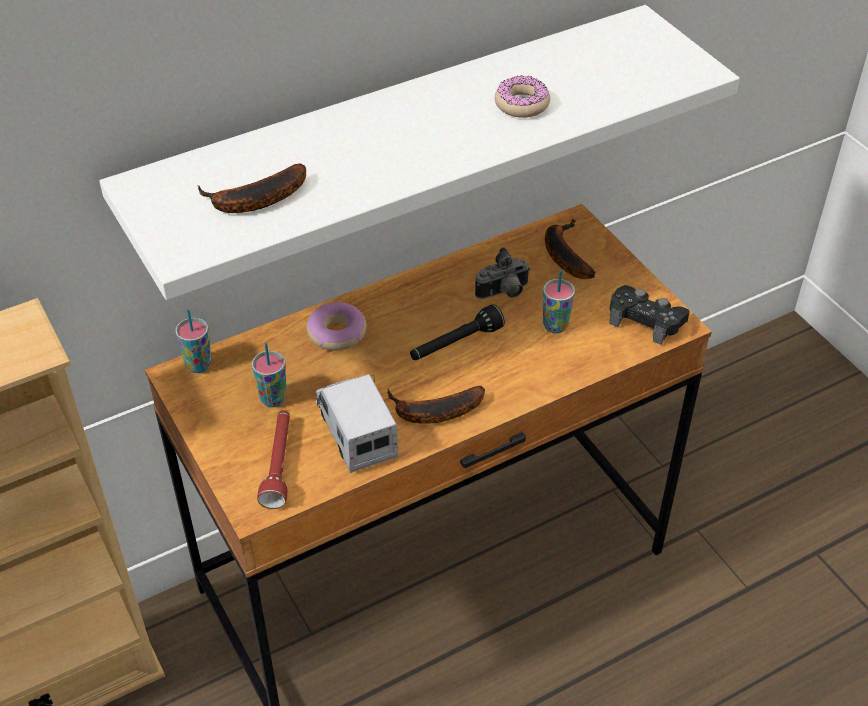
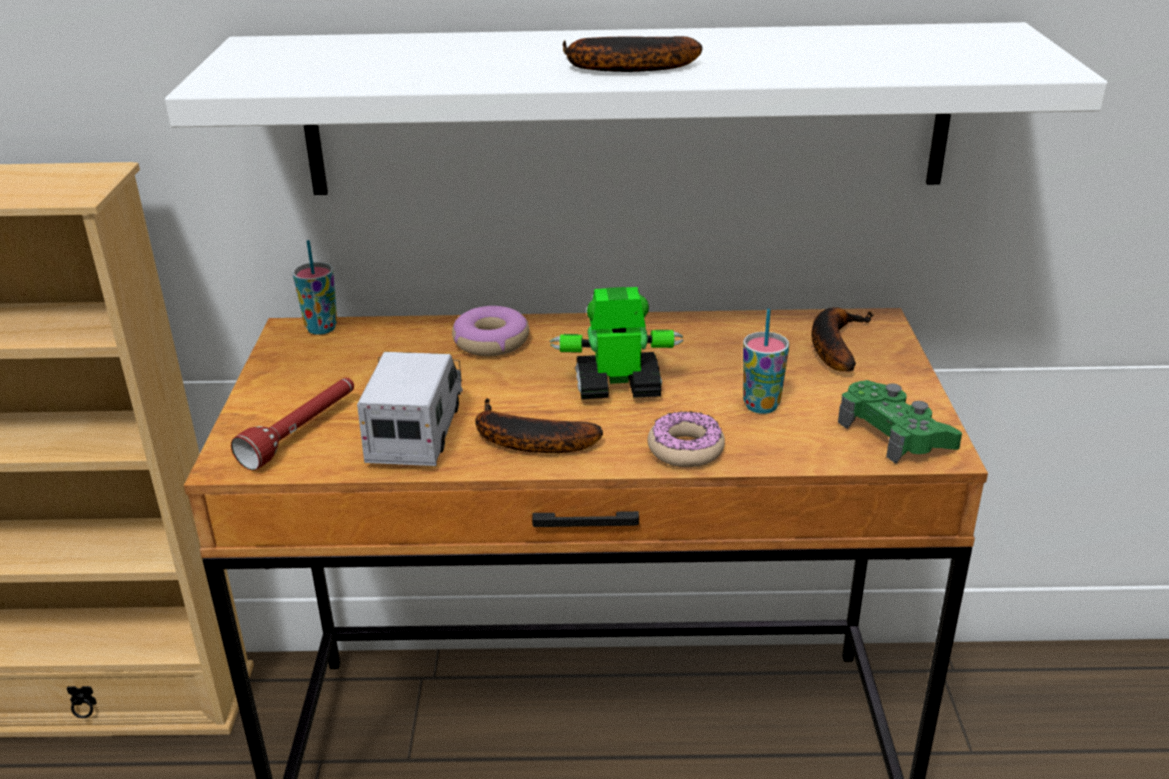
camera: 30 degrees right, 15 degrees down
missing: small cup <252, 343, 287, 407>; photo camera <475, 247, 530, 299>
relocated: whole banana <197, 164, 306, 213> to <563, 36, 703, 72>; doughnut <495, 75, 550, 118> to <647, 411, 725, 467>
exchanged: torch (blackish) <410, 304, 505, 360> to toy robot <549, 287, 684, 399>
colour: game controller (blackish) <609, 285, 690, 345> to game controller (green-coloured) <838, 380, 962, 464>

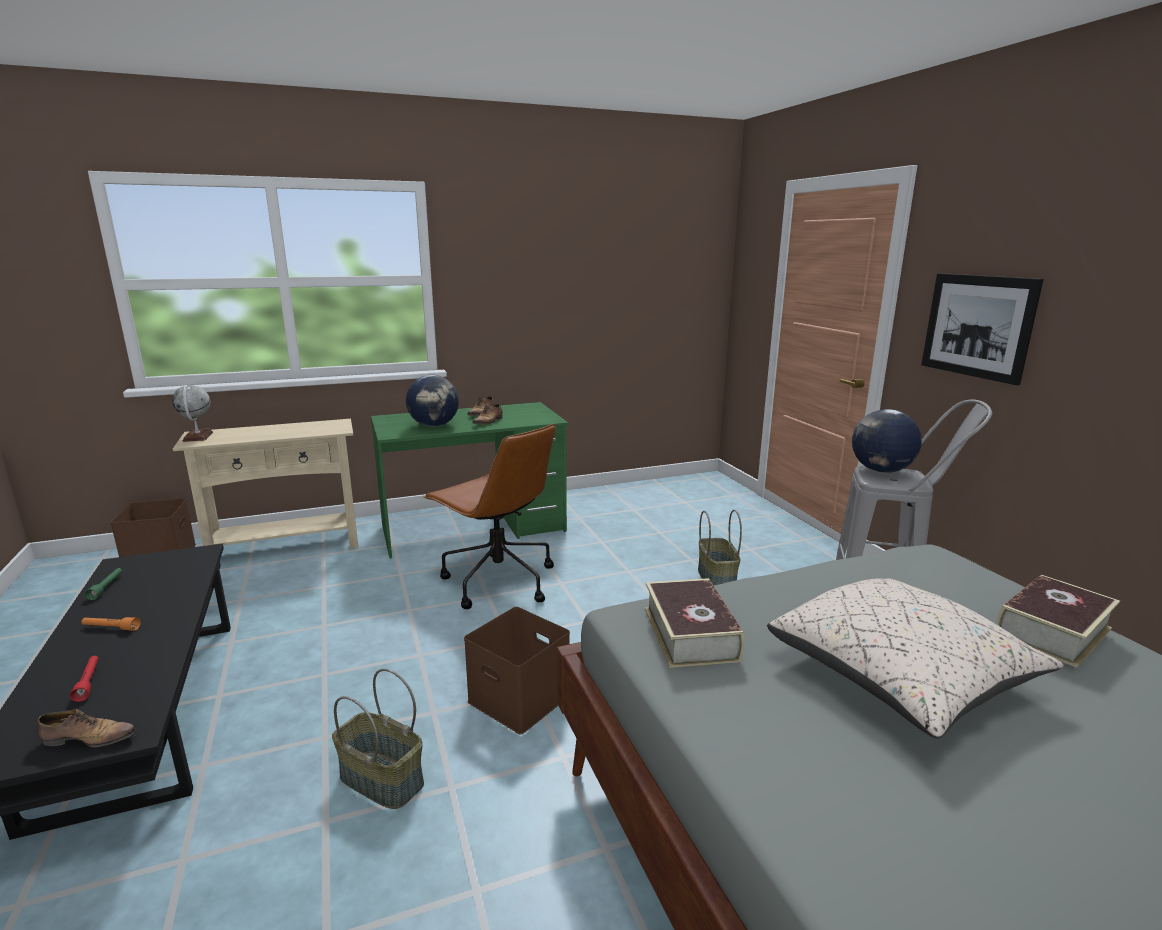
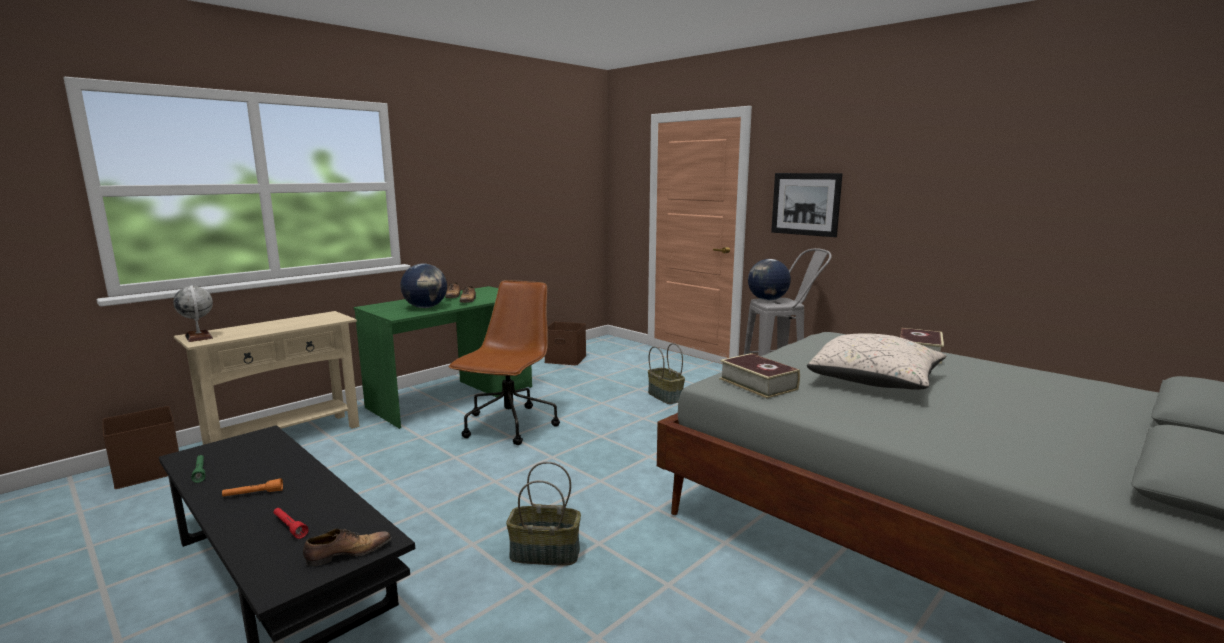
camera: 25 degrees left, 5 degrees down
relocated: storage box (brownish) <464, 607, 570, 734> to <544, 322, 586, 365>
spun: office chair (brownish) <424, 424, 556, 609> = <449, 280, 560, 445> 90 degrees counterclockwise

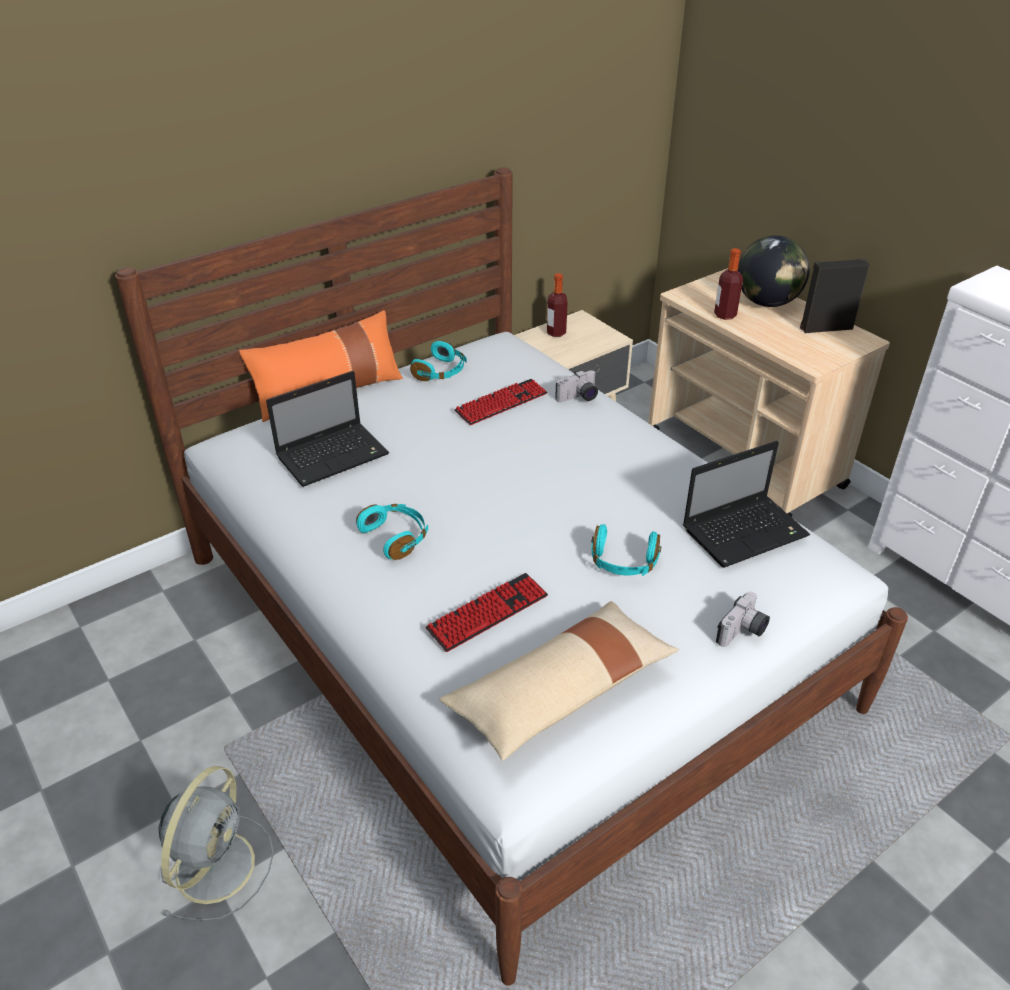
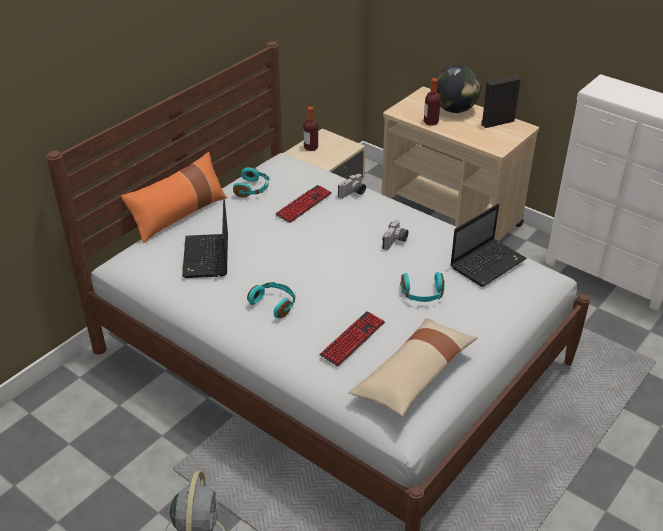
camera: 15 degrees left, 0 degrees up
relocated: photo camera <716, 592, 770, 647> to <382, 219, 408, 250>
spun: notebook computer <266, 371, 389, 487> = <182, 199, 228, 278> 135 degrees clockwise

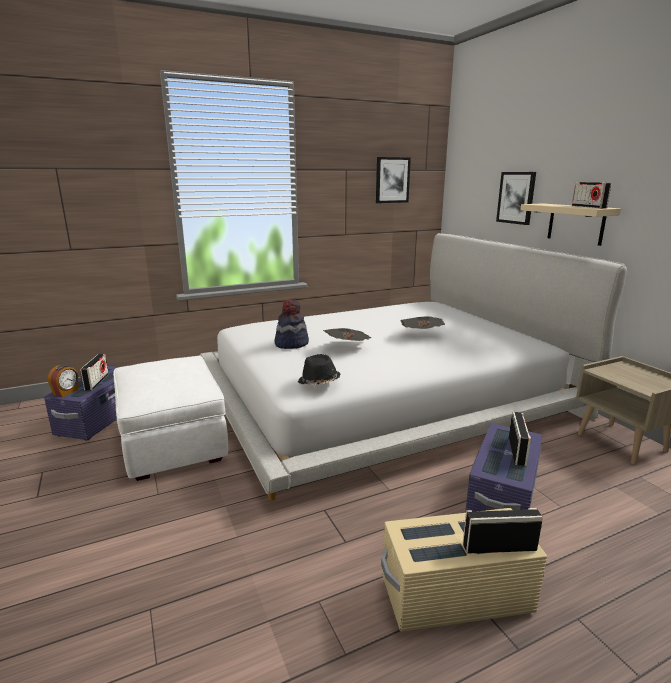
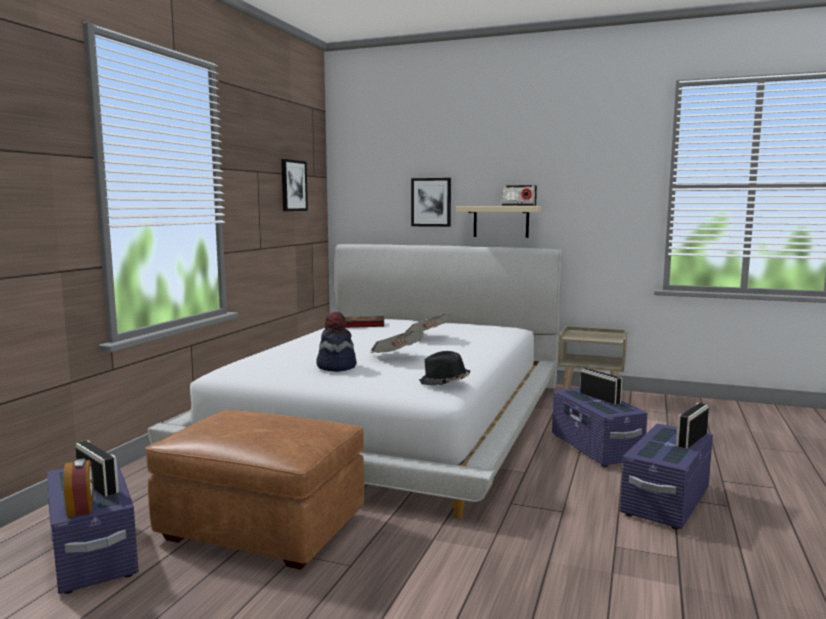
camera: 45 degrees left, 10 degrees down
appeared: book <345, 316, 384, 328>
colour: pouffe (whitish) <113, 356, 228, 481> to pouffe (brownish) <145, 409, 364, 570>; storage box (beige) <381, 508, 547, 632> to storage box (purplish) <620, 424, 713, 529>

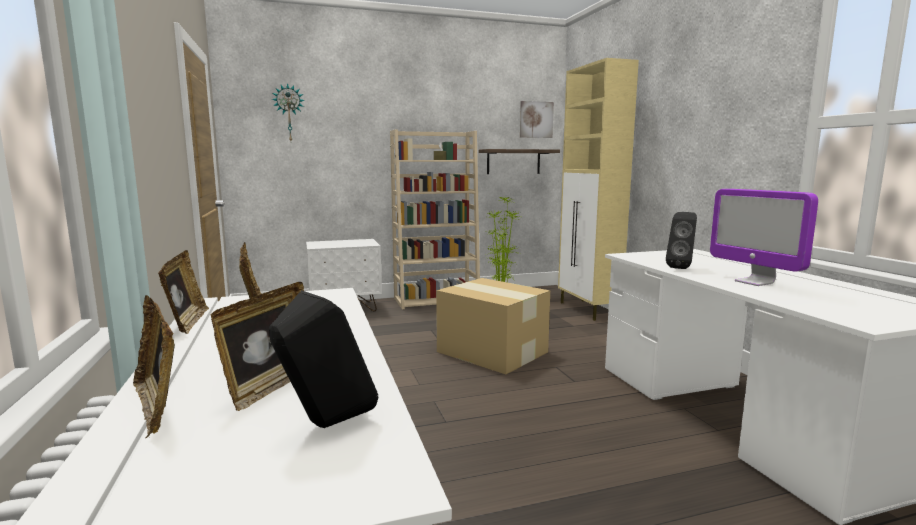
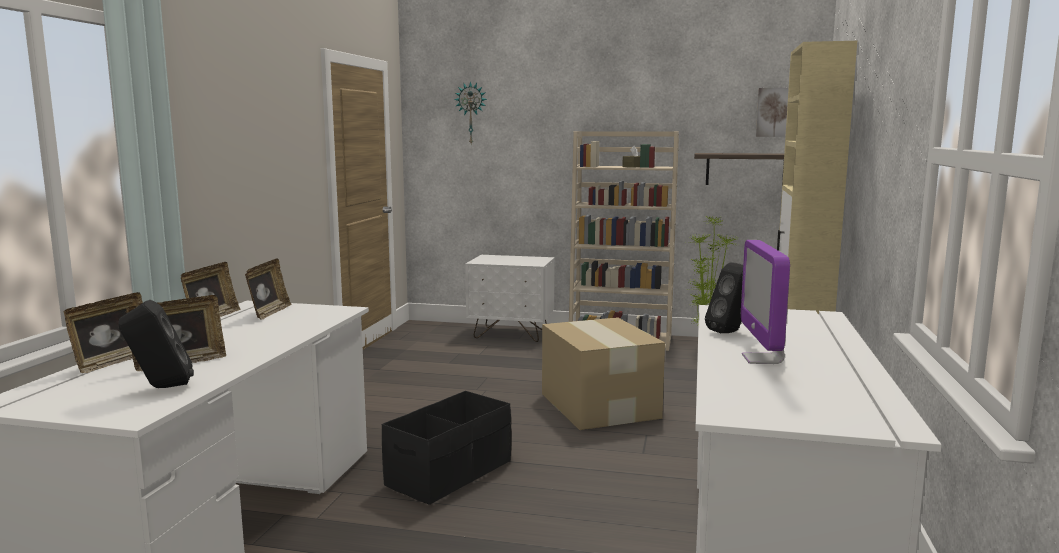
camera: 30 degrees right, 0 degrees up
appeared: storage box (blackish) <382, 391, 511, 505>
spun: standing frame <133, 295, 175, 439> = <63, 292, 143, 373> 150 degrees counterclockwise

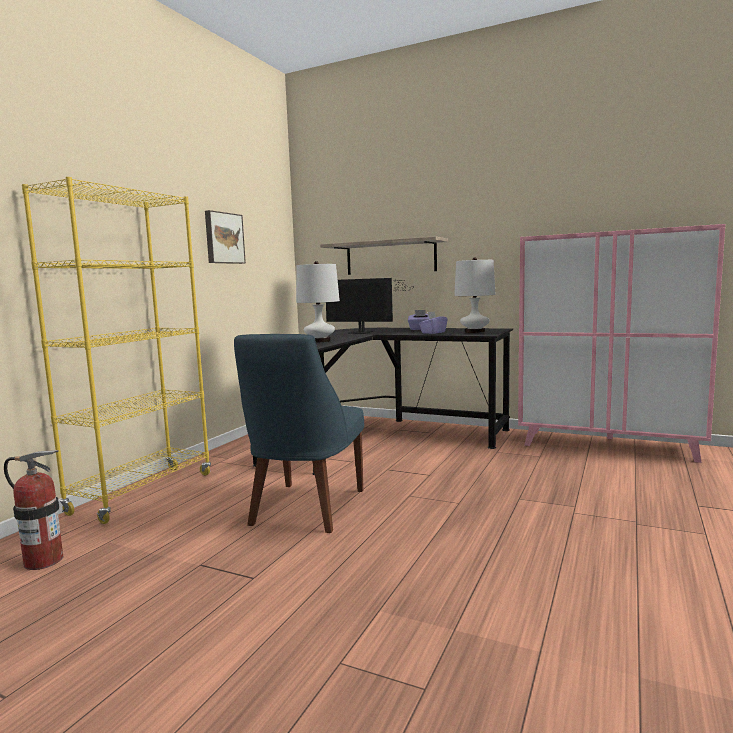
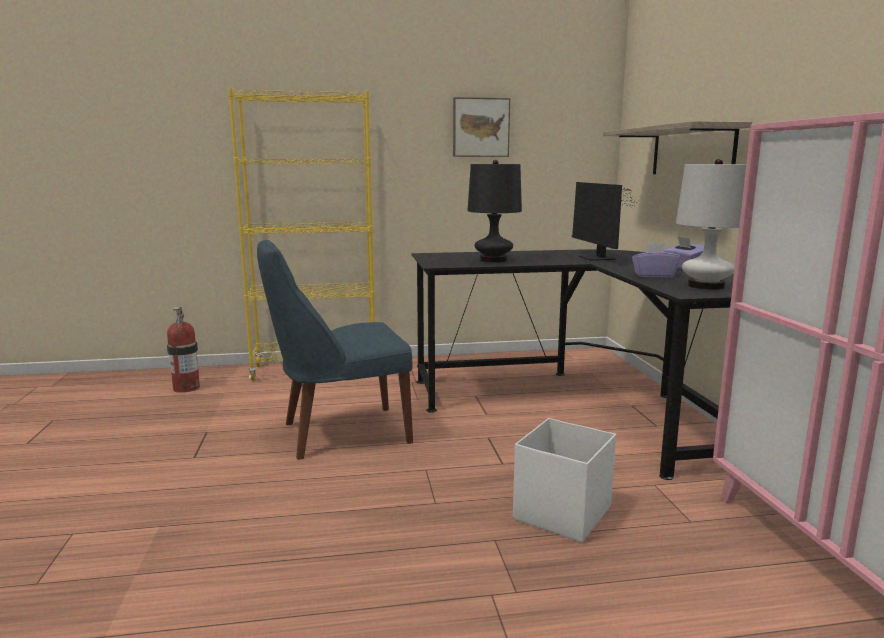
camera: 55 degrees right, 5 degrees up
appeared: storage box (whitish) <513, 418, 616, 543>
colour: table lamp (whitish) <296, 261, 340, 342> to table lamp (blackish) <468, 160, 522, 262>

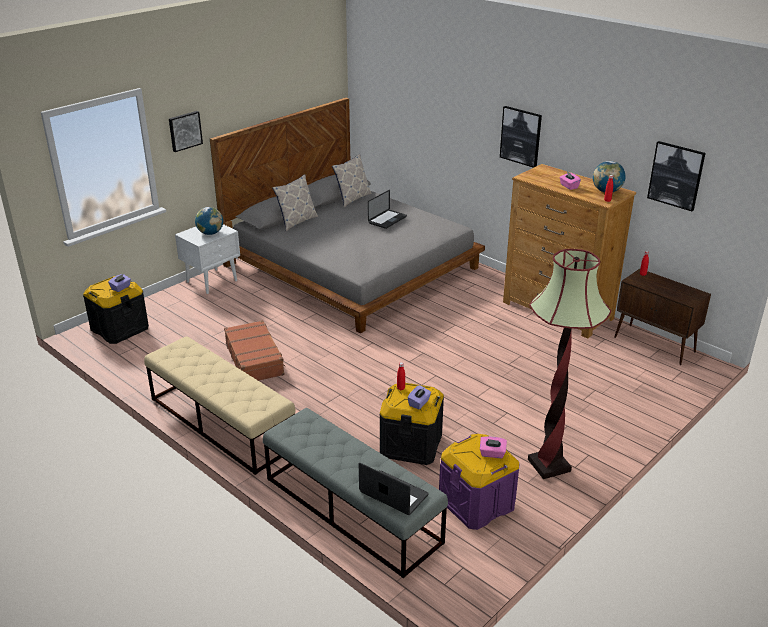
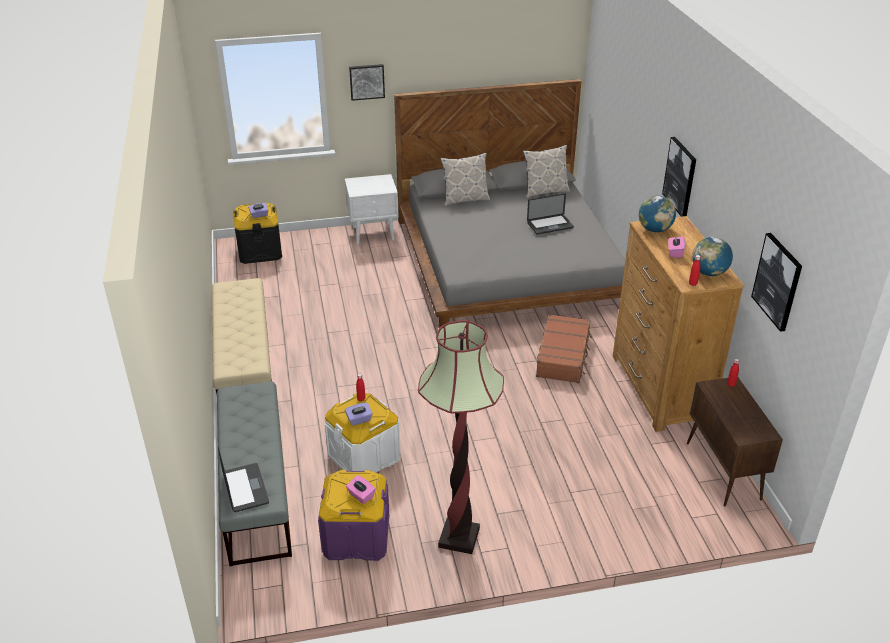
camera: 35 degrees right, 5 degrees up
relocated: globe <195, 207, 223, 235> to <639, 196, 676, 232>; travel case (brownish) <224, 320, 286, 381> to <536, 314, 592, 383>
colour: storage box (blackish) <379, 383, 444, 465> to storage box (whitish) <325, 393, 400, 473>

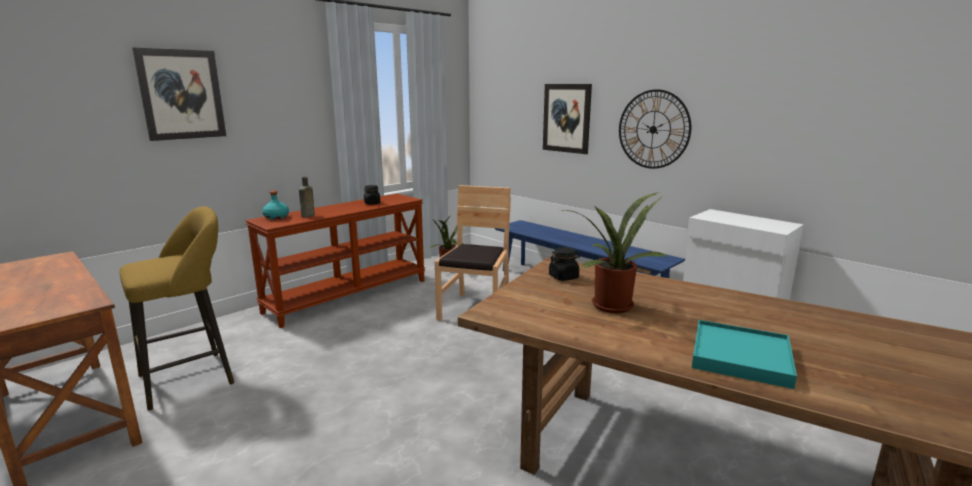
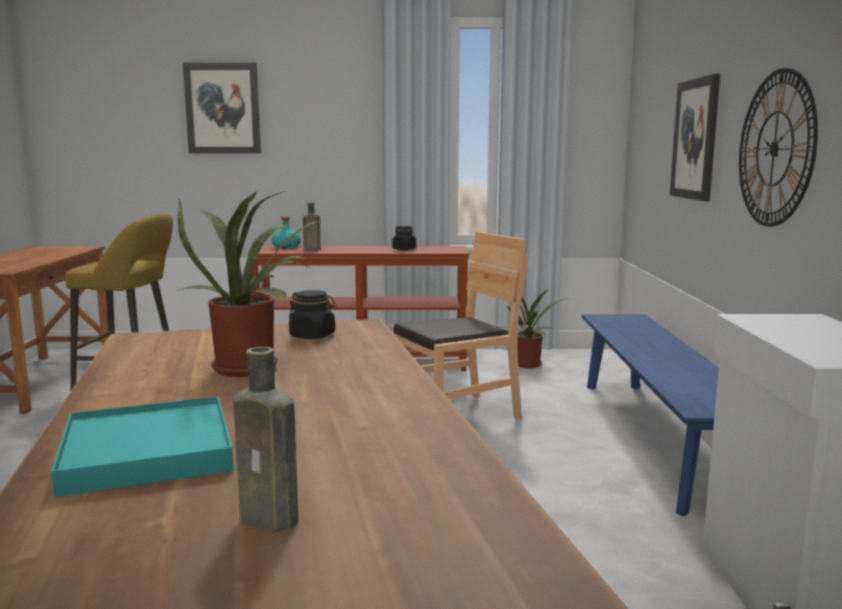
camera: 45 degrees right, 5 degrees down
appeared: bottle (brownish) <233, 347, 298, 532>

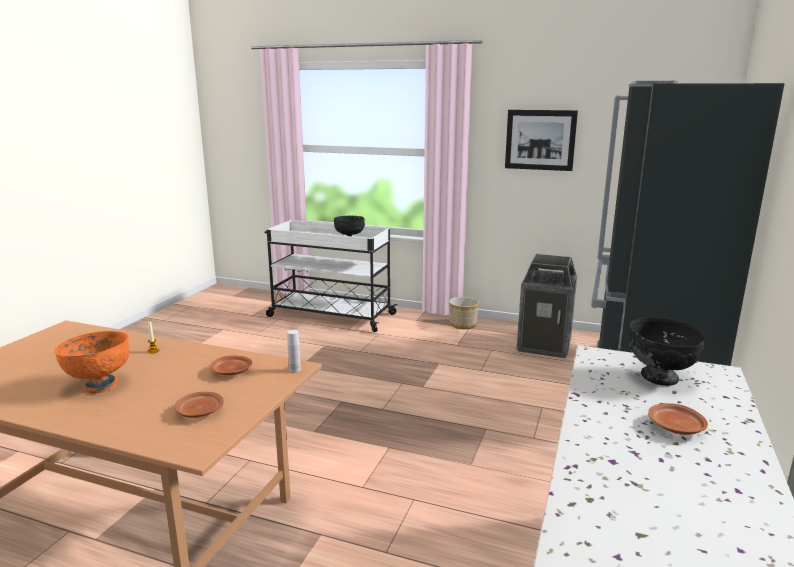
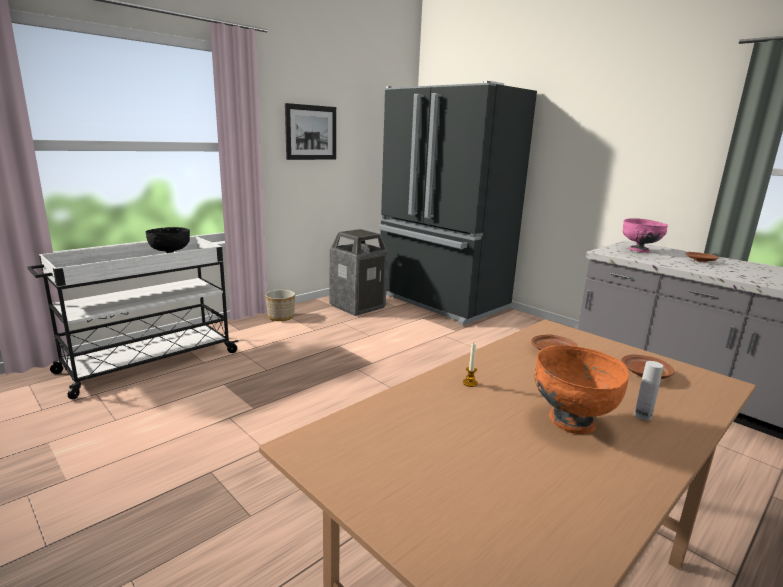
camera: 65 degrees left, 0 degrees up
relocated: bottle (whitish) <287, 330, 301, 372> to <634, 361, 663, 421>
colour: deep dish (blackish) <628, 318, 705, 386> to deep dish (pink) <623, 218, 668, 253>

